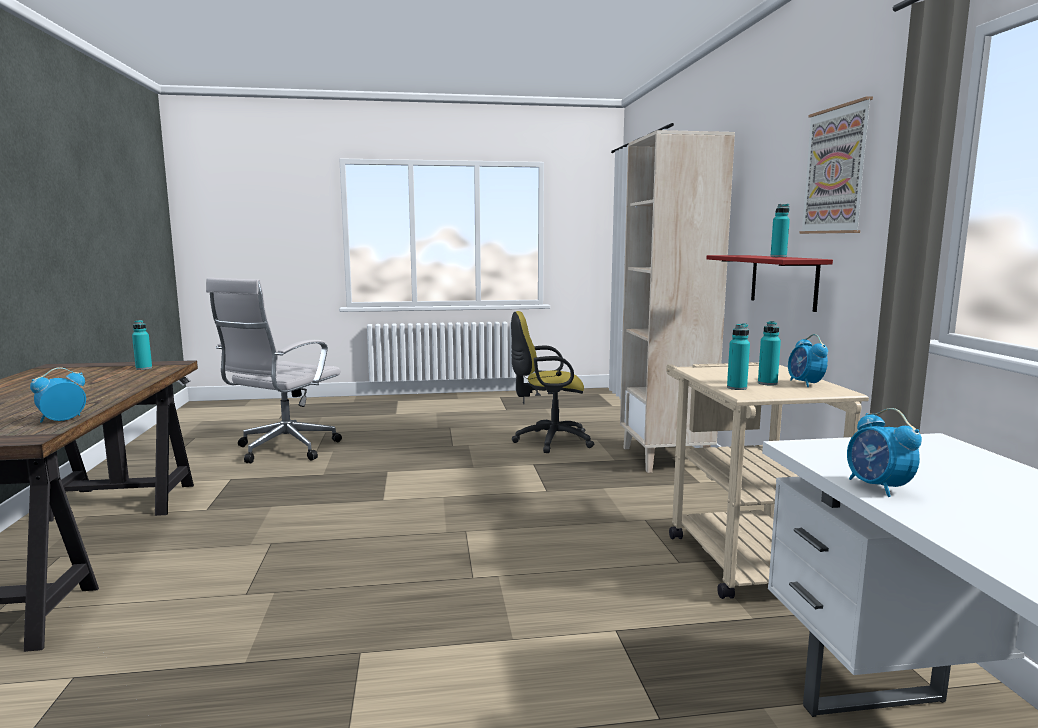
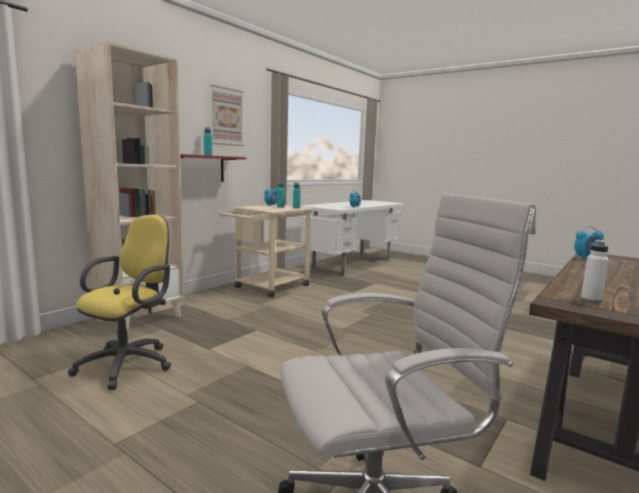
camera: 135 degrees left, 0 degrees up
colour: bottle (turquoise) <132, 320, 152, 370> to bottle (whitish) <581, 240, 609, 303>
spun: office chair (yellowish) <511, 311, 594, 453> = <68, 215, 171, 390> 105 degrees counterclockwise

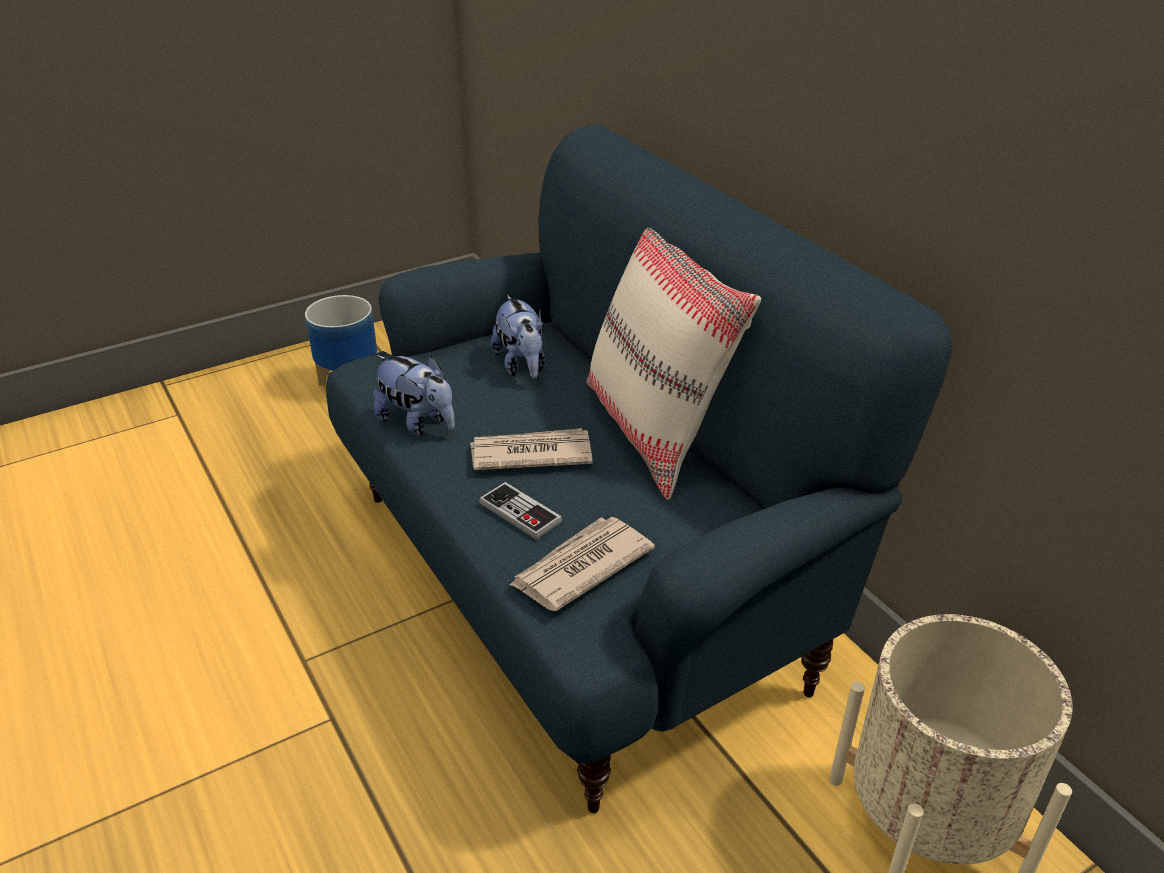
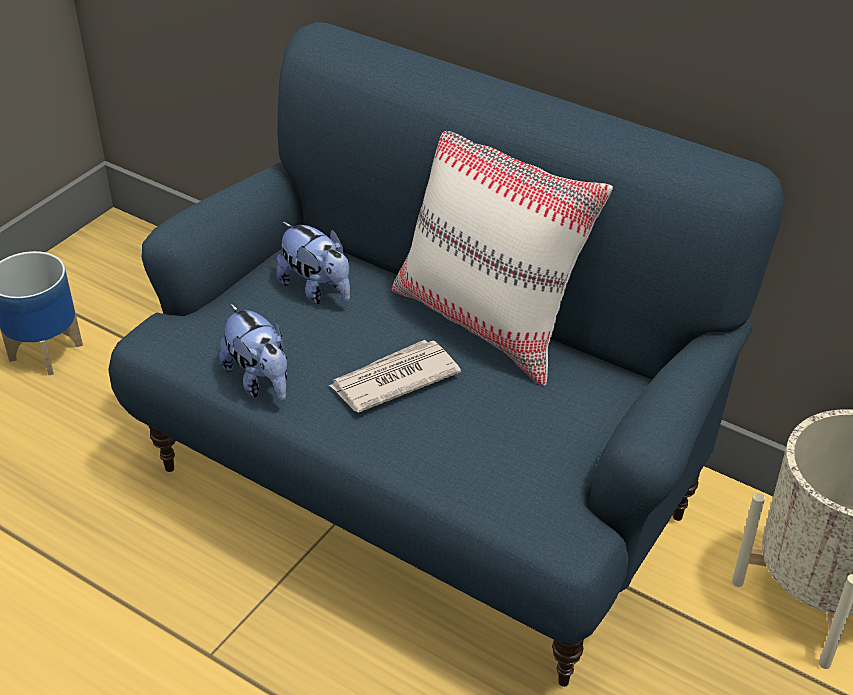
camera: 25 degrees left, 5 degrees up
missing: game controller <479, 482, 562, 540>; daily paper <510, 517, 655, 611>
spun: cuddly toy <373, 355, 455, 436> = <219, 304, 287, 401> 45 degrees clockwise

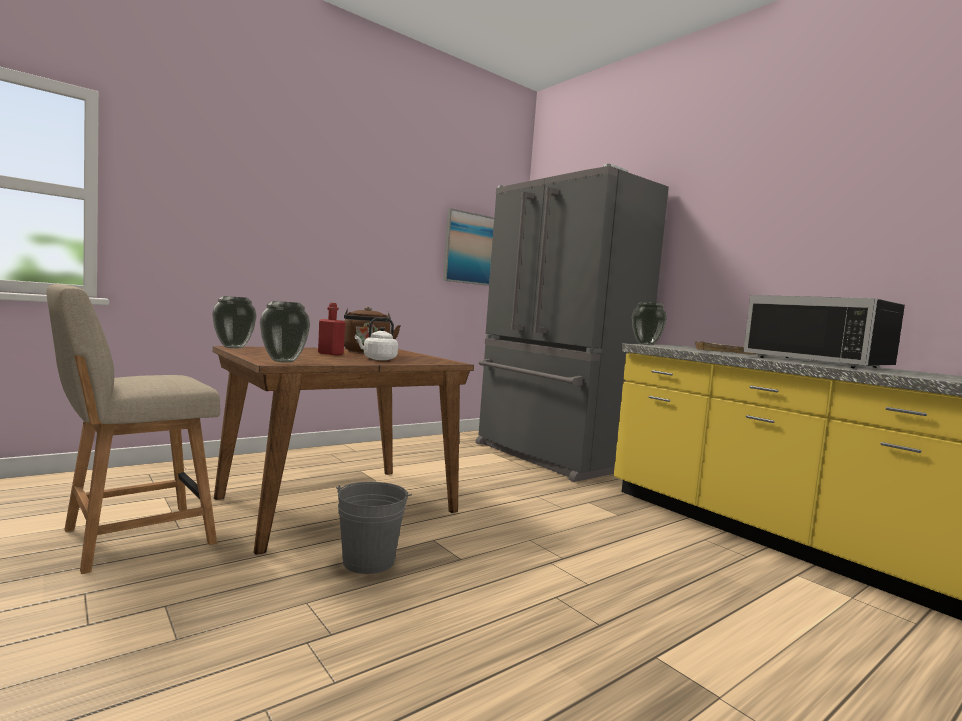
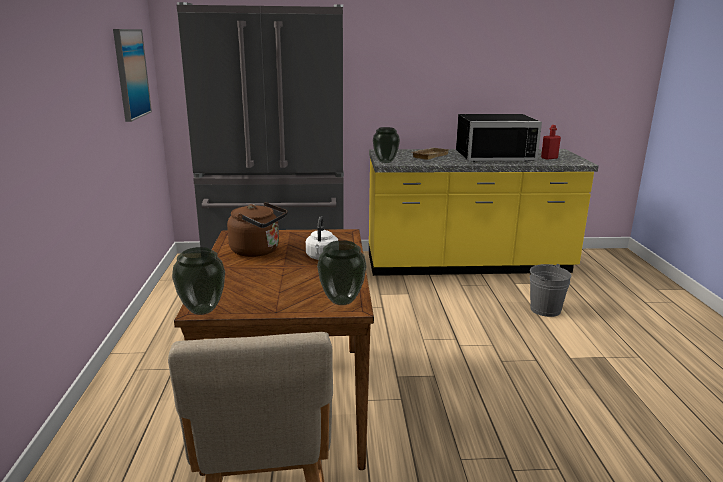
camera: 55 degrees left, 15 degrees up
relocated: bottle (reddish) <318, 303, 345, 355> to <541, 125, 561, 160>; water bucket (grey) <336, 482, 412, 574> to <530, 264, 572, 317>

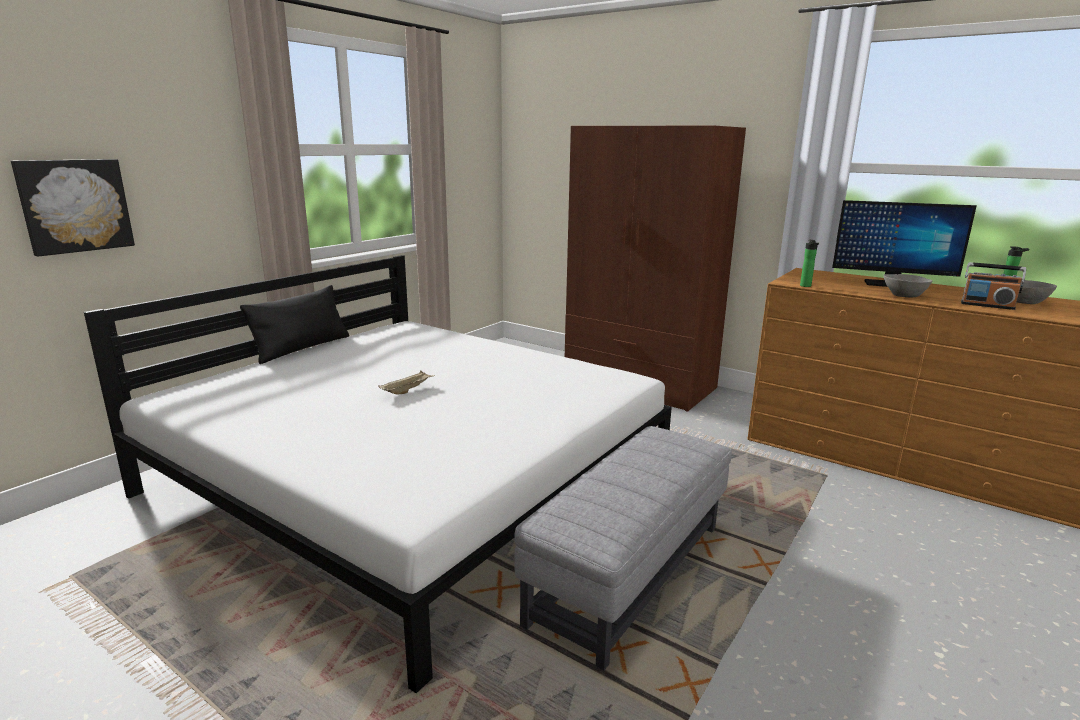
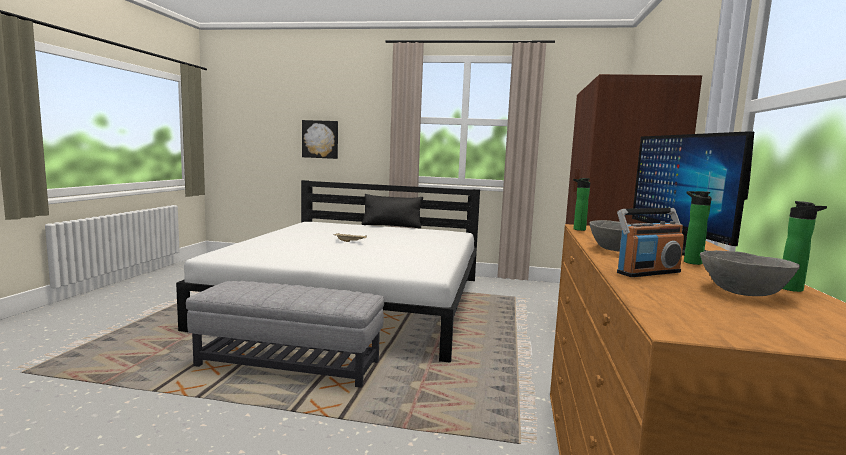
camera: 65 degrees right, 10 degrees down
appeared: bottle <684, 191, 712, 265>
spun: radio receiver <961, 262, 1026, 310> = <617, 208, 684, 277> 120 degrees counterclockwise

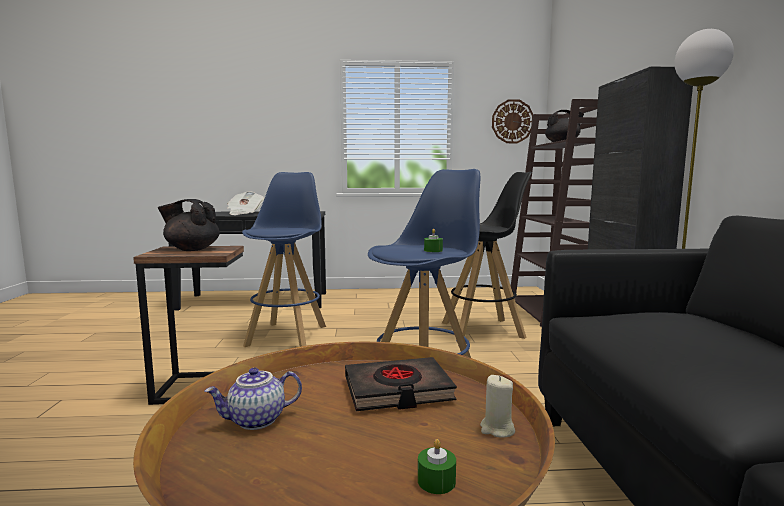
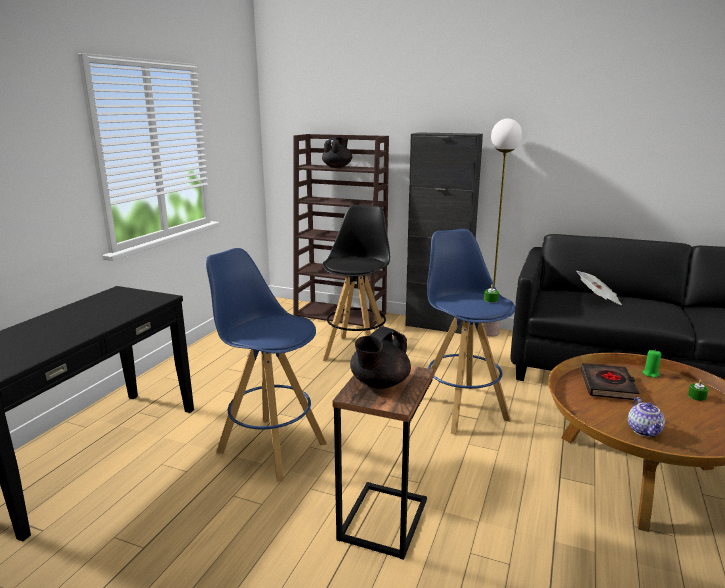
camera: 65 degrees left, 10 degrees up
missing: wall clock <492, 99, 533, 143>
relocated: daily paper <227, 191, 264, 215> to <576, 271, 622, 305>
colour: wax light (beige) <480, 375, 515, 438> to wax light (green-coloured) <643, 350, 661, 378>

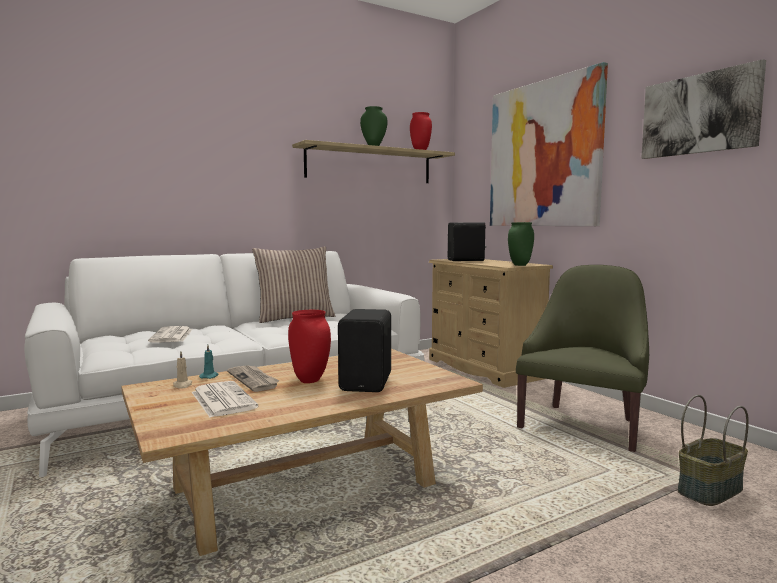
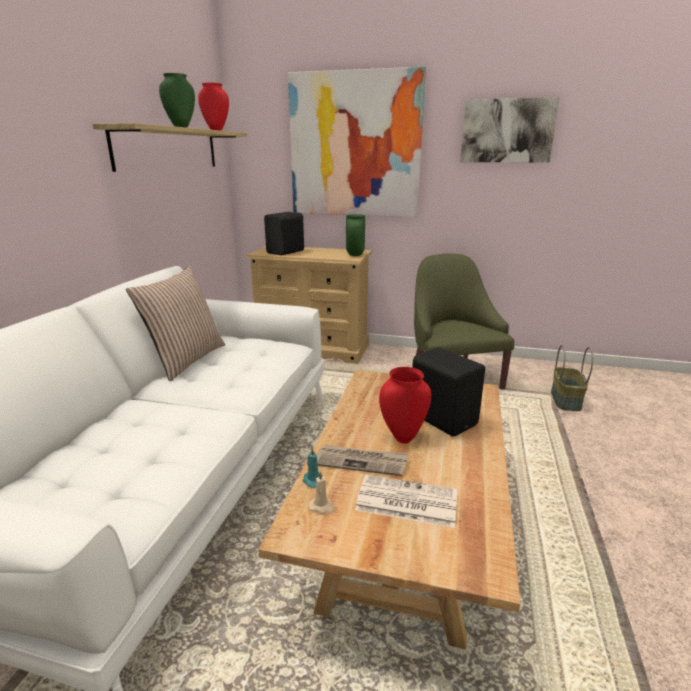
camera: 45 degrees left, 15 degrees up
missing: daily paper <148, 326, 192, 343>

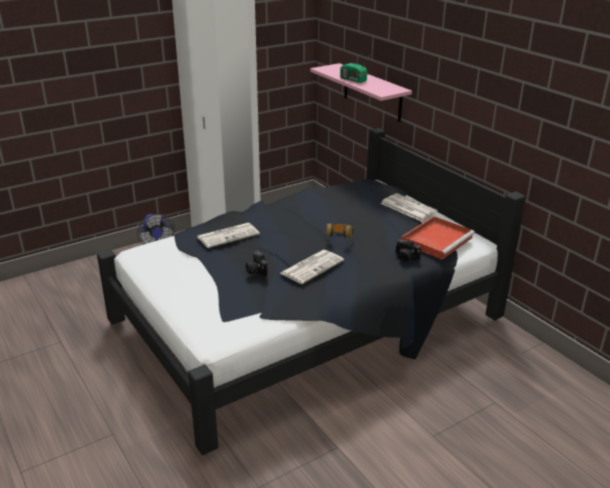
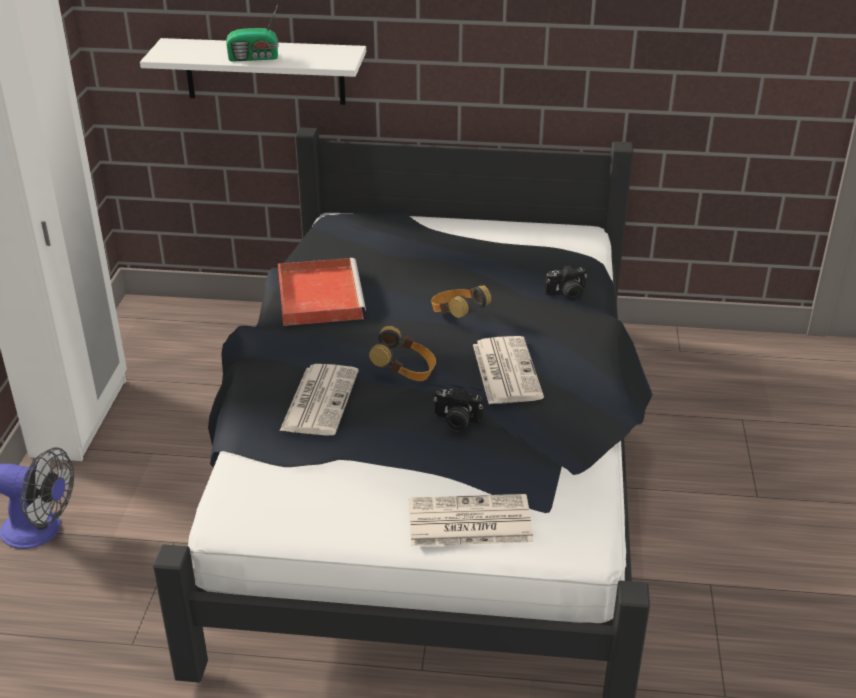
camera: 50 degrees left, 5 degrees up
appeared: headset <369, 326, 436, 381>
relocated: daily paper <380, 193, 438, 221> to <409, 494, 533, 546>; tray (reddish) <402, 216, 475, 260> to <278, 258, 366, 326>
colour: shelf (pink) <310, 63, 412, 122> to shelf (whitish) <140, 38, 366, 105>

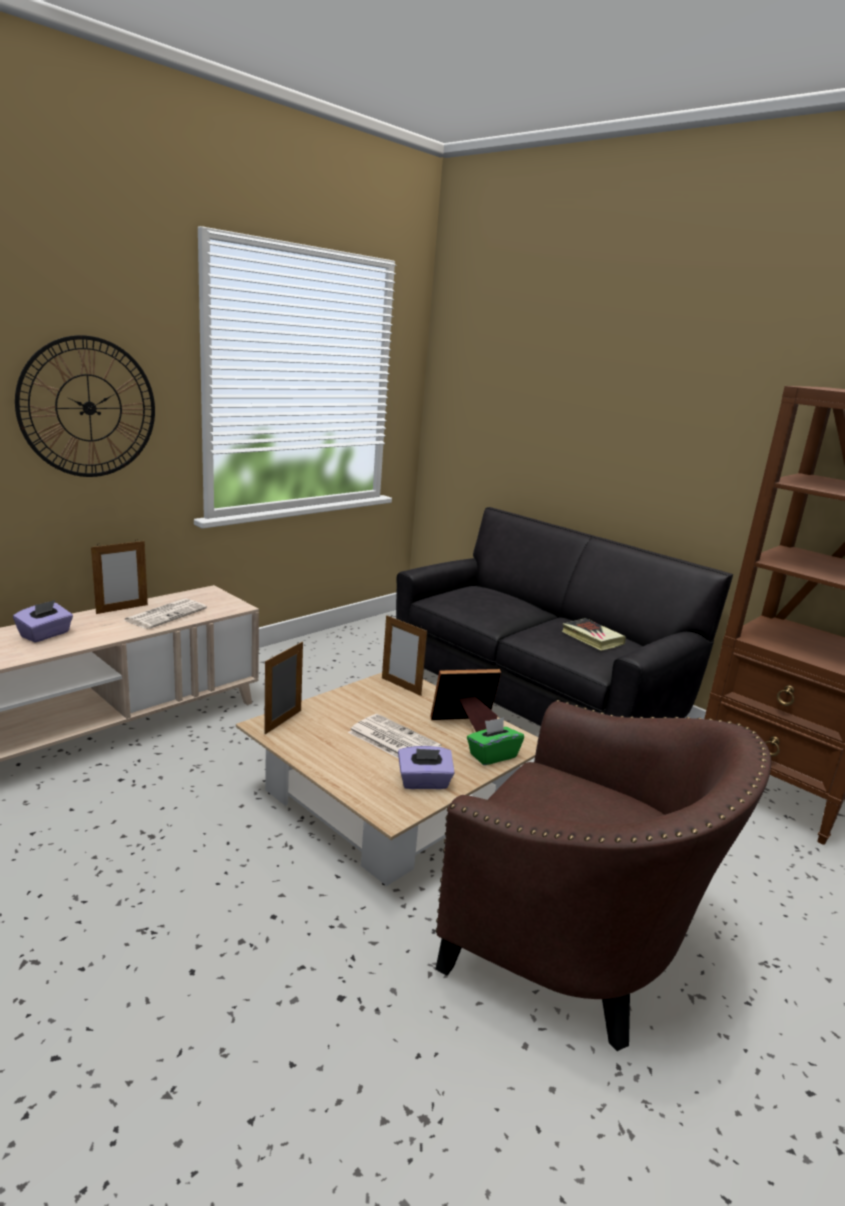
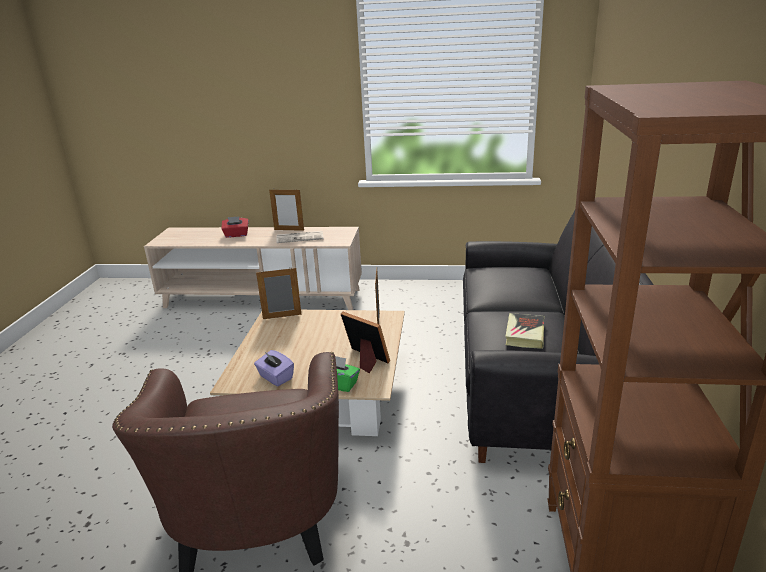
camera: 55 degrees right, 5 degrees up
missing: wall clock <15, 335, 155, 477>; daily paper <348, 714, 441, 759>
colour: box of tissues (purplish) <13, 600, 73, 642> to box of tissues (reddish) <221, 216, 249, 238>

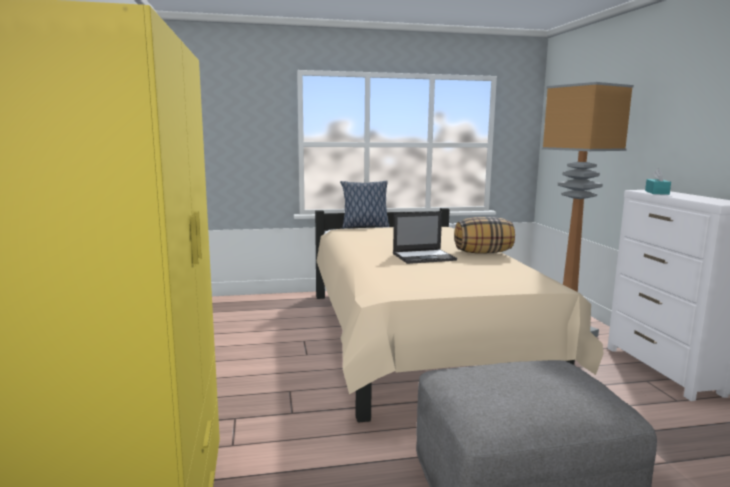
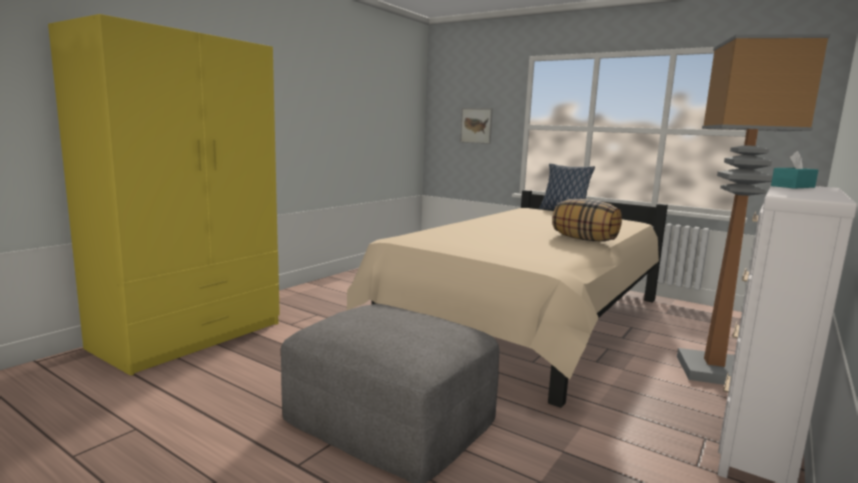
camera: 45 degrees right, 0 degrees up
missing: notebook computer <393, 212, 457, 264>
appeared: wall art <460, 108, 493, 144>

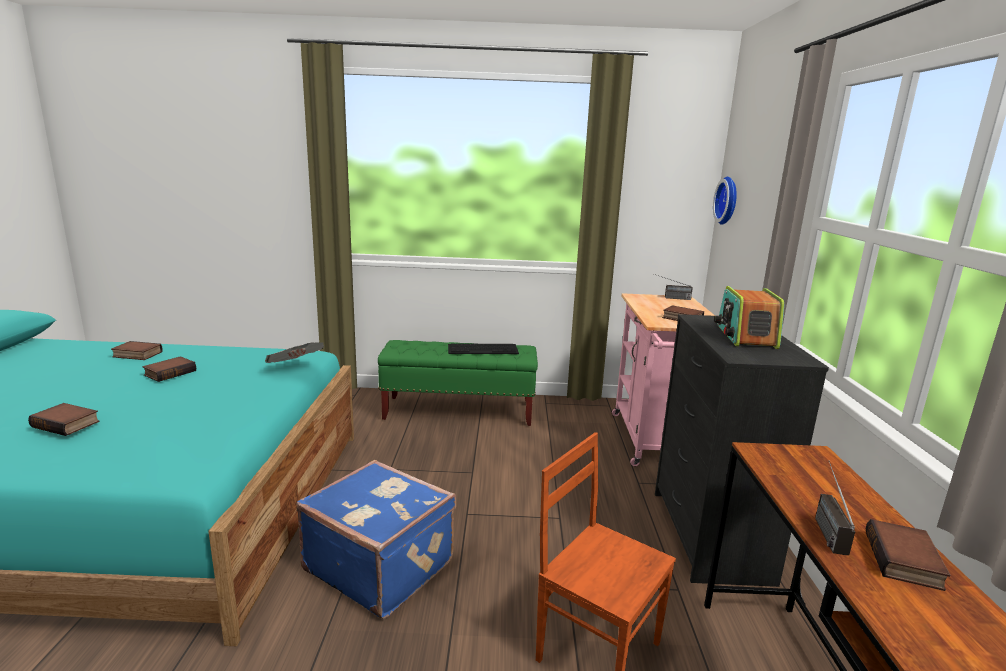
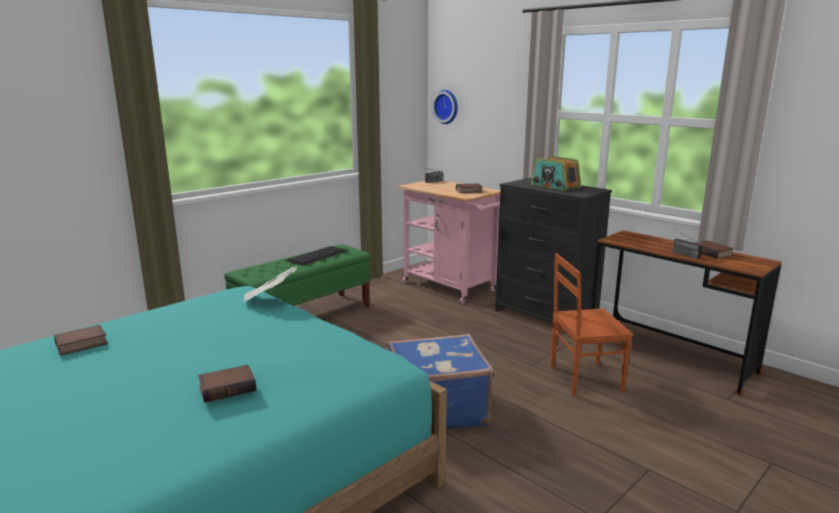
camera: 45 degrees left, 0 degrees up
missing: book <142, 356, 196, 382>

